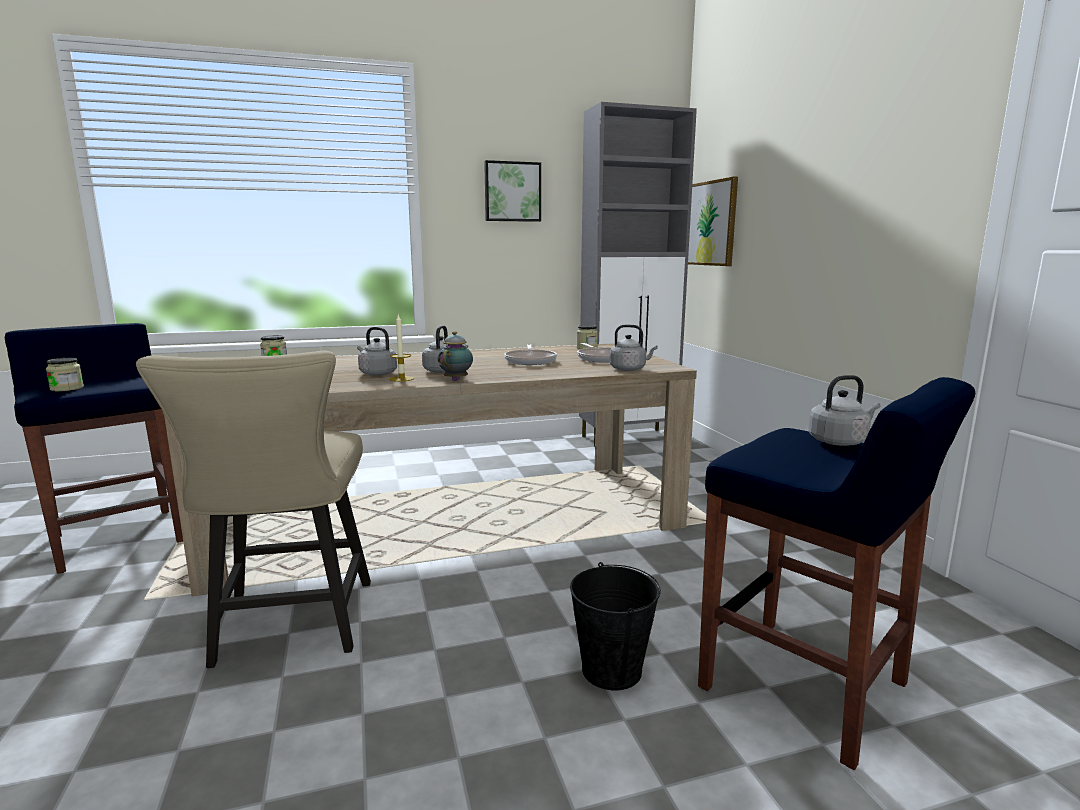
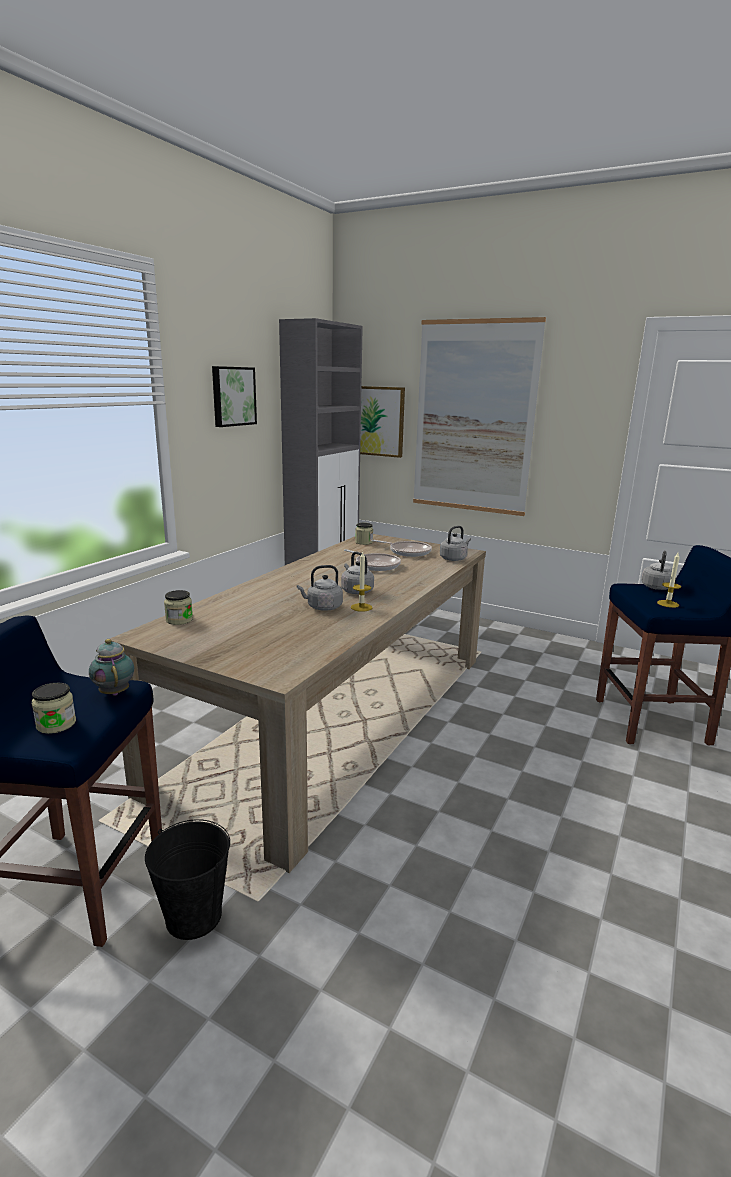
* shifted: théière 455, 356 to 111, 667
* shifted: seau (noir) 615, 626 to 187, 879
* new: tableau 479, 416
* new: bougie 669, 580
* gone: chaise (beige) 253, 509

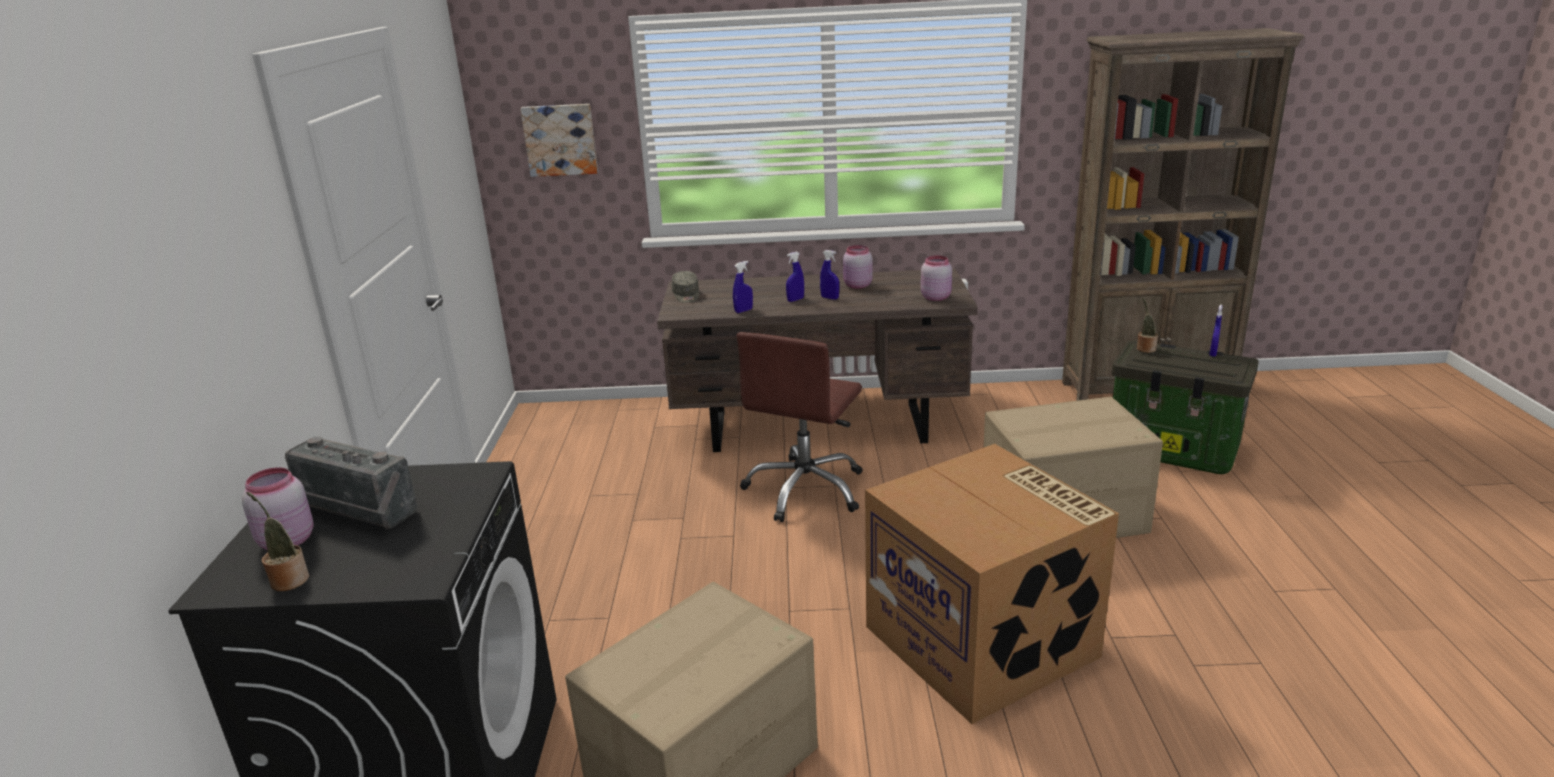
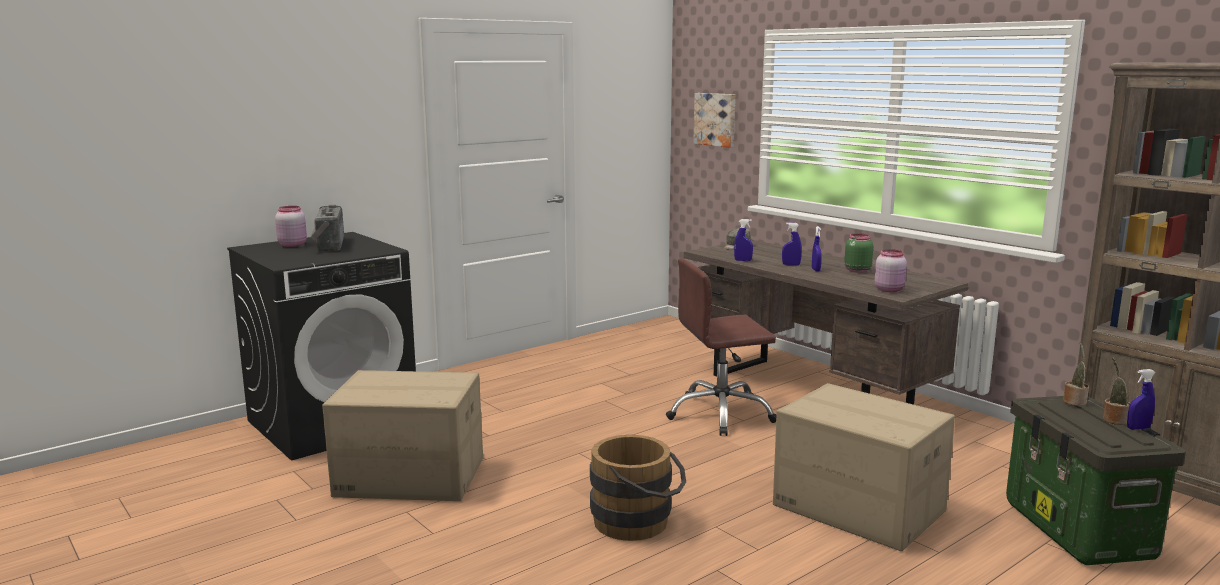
* swapped: carton 992, 584 to seau (marron) 638, 488
* repainted: bocal (rose) 858, 267 to bocal (vert) 858, 253
* shifted: plante en pot 277, 541 to 1116, 391

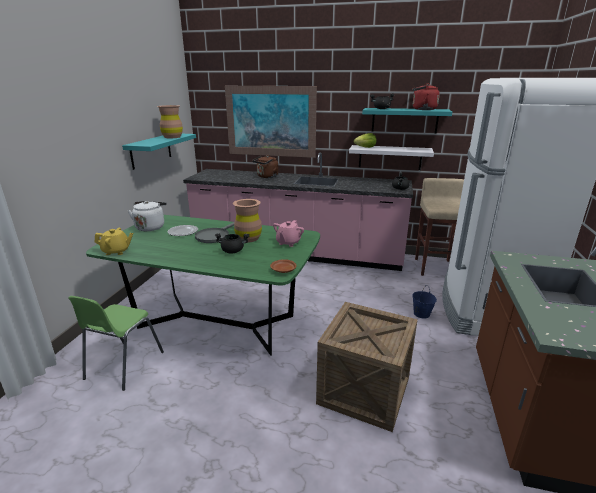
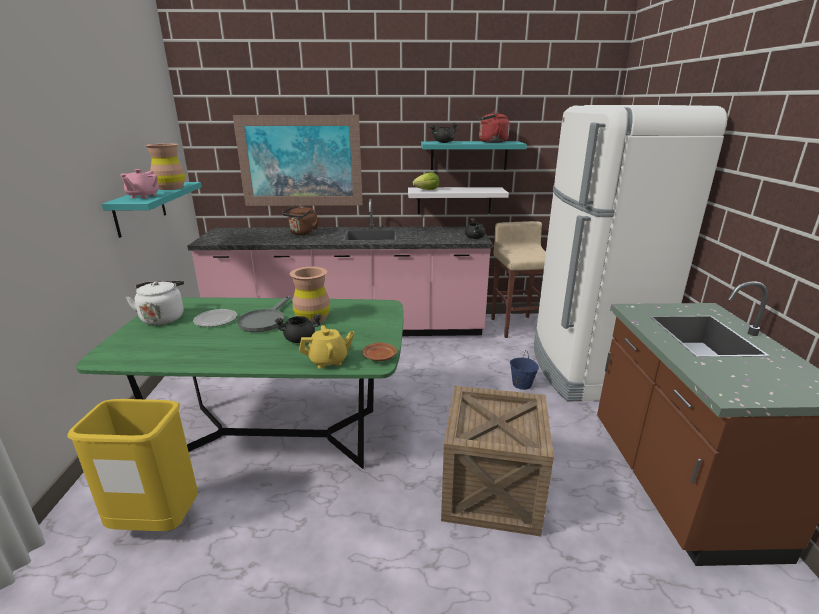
* swapped: chaise (vert) 116, 343 to poubelle (jaune) 132, 465
* shifted: théière (rose) 288, 233 to 139, 184
* shifted: théière (jaune) 114, 241 to 327, 347

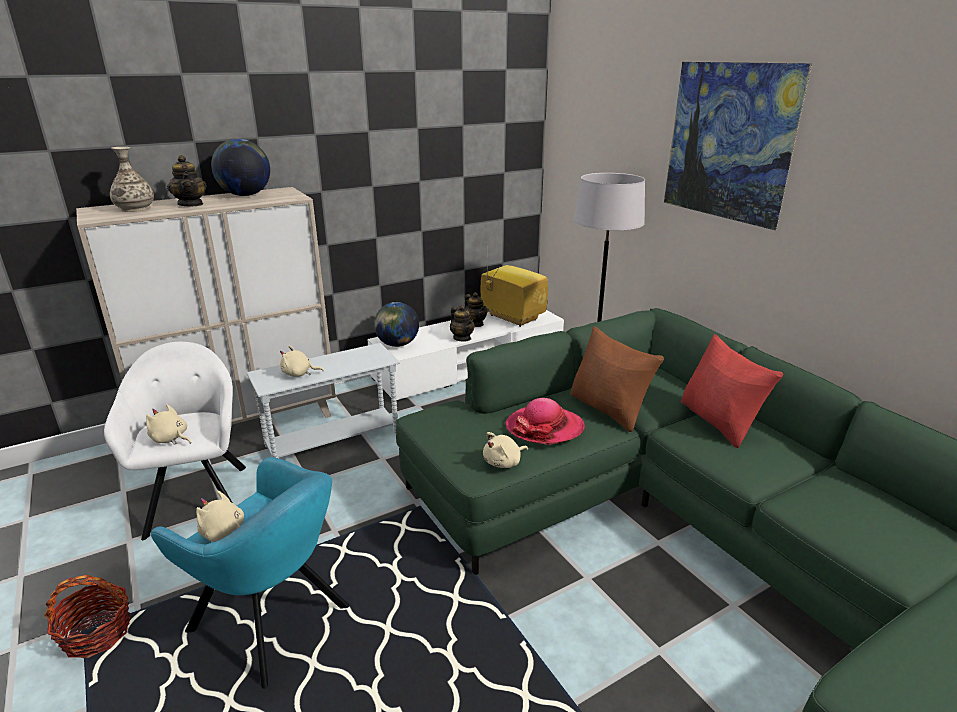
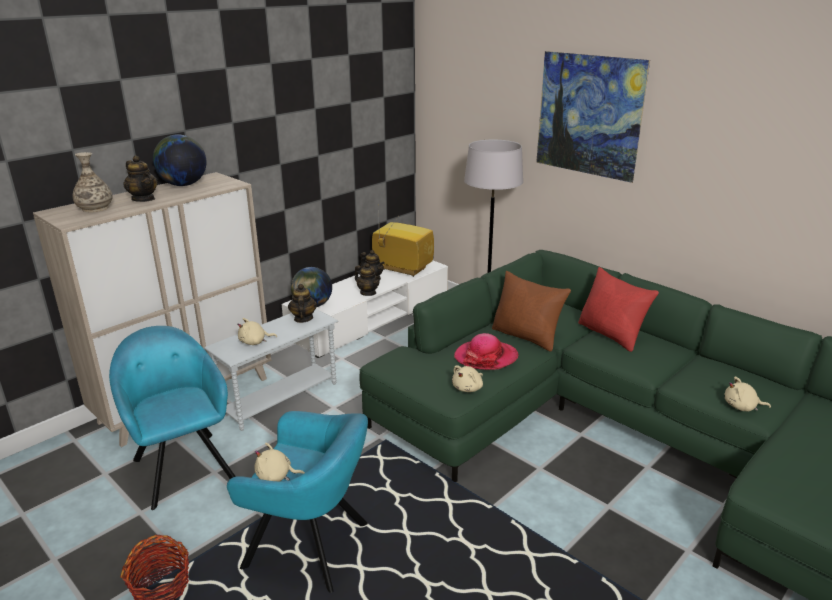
* repainted: fauteuil (blanc) 175, 441 to fauteuil (turquoise) 172, 418
* new: théière 302, 303
* shifted: peluche (beige) 168, 424 to 747, 393

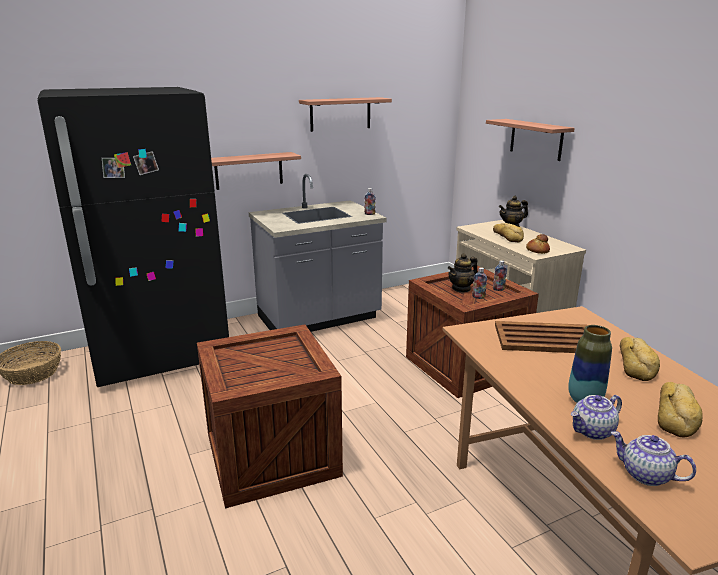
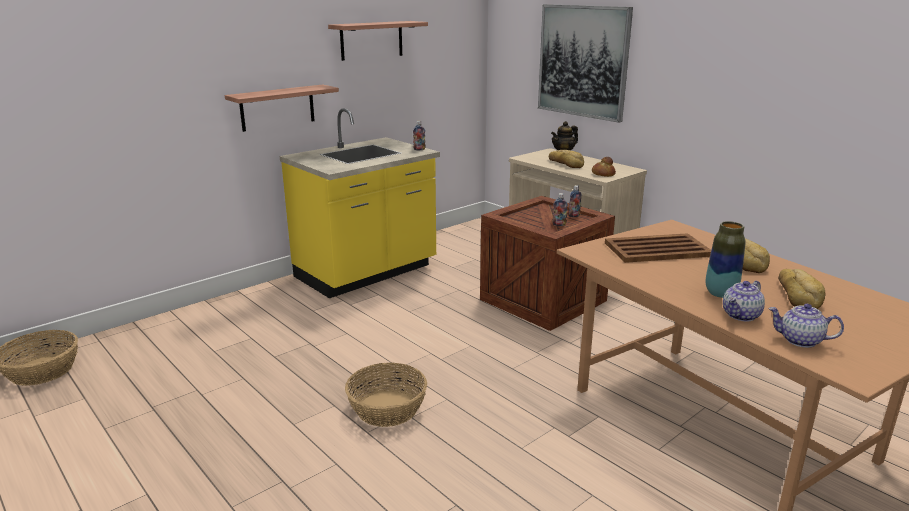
* repainted: comptoir de cuisine (gris) 318, 253 to comptoir de cuisine (jaune) 360, 203
* swapped: caisse 270, 416 to panier 386, 394
* swapped: étagère 530, 140 to tableau 585, 63
* gone: réfrigérateur (noir) 133, 237
* gone: théière 462, 273

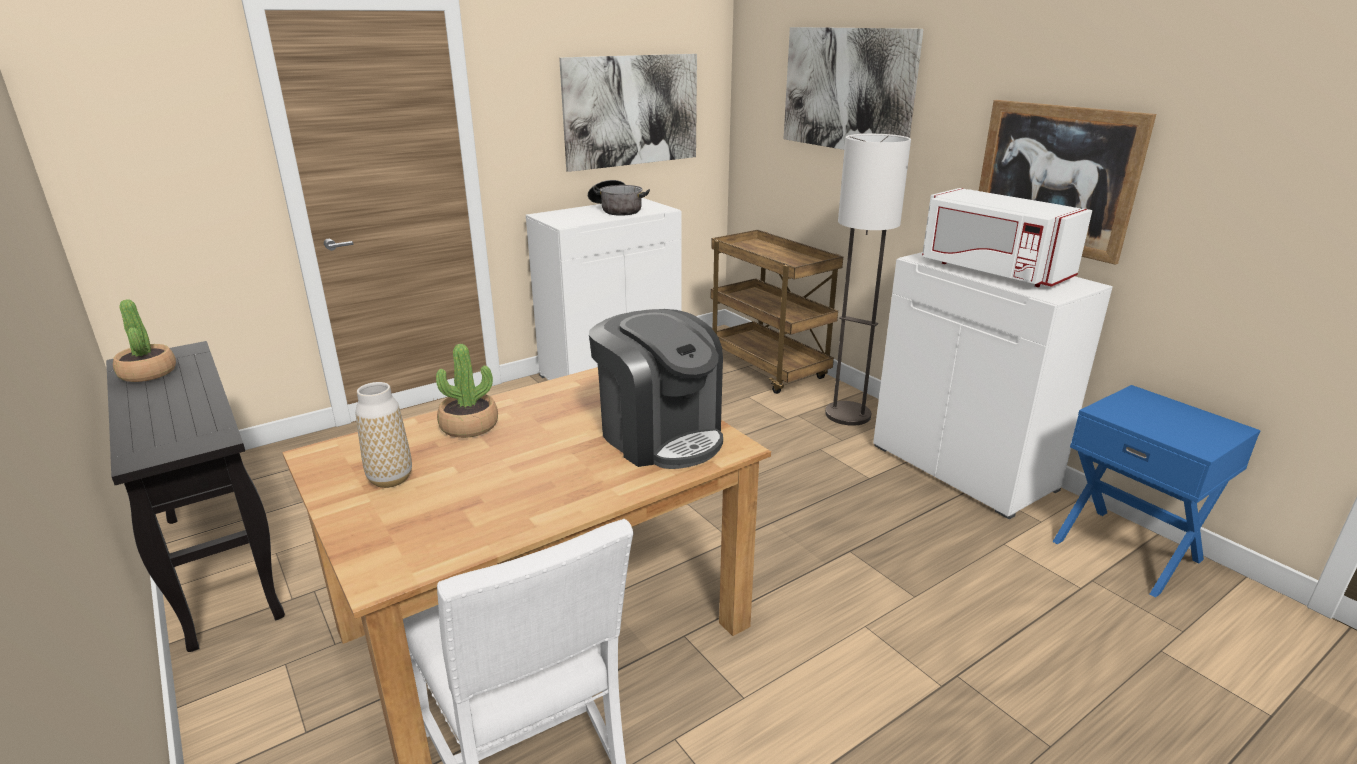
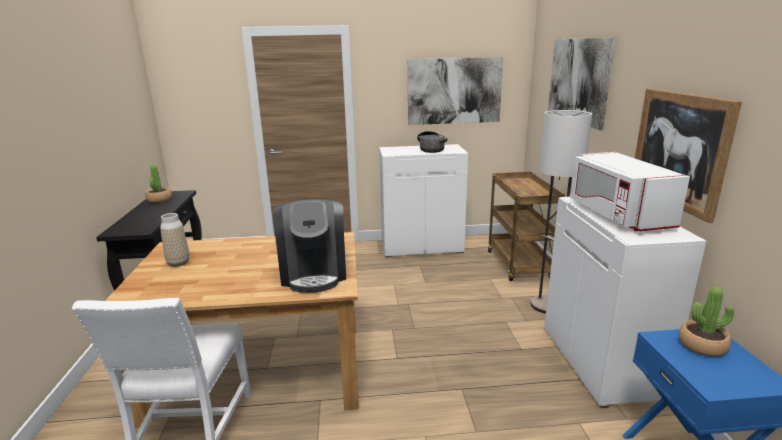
* shifted: plante en pot 467, 391 to 706, 322

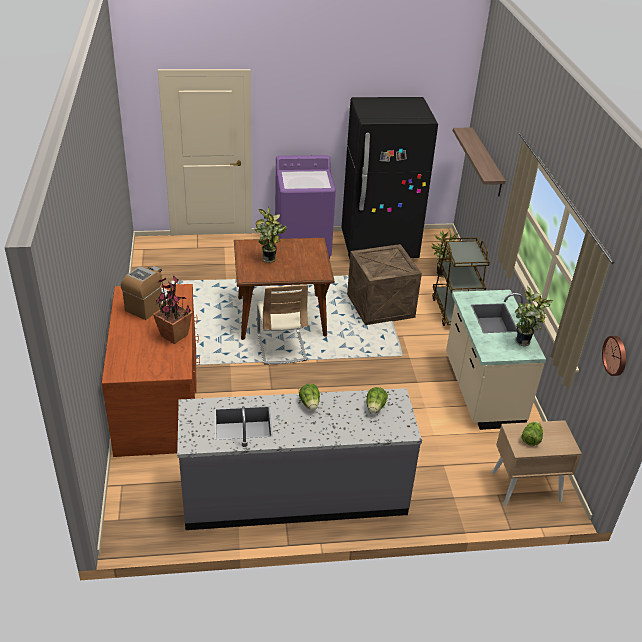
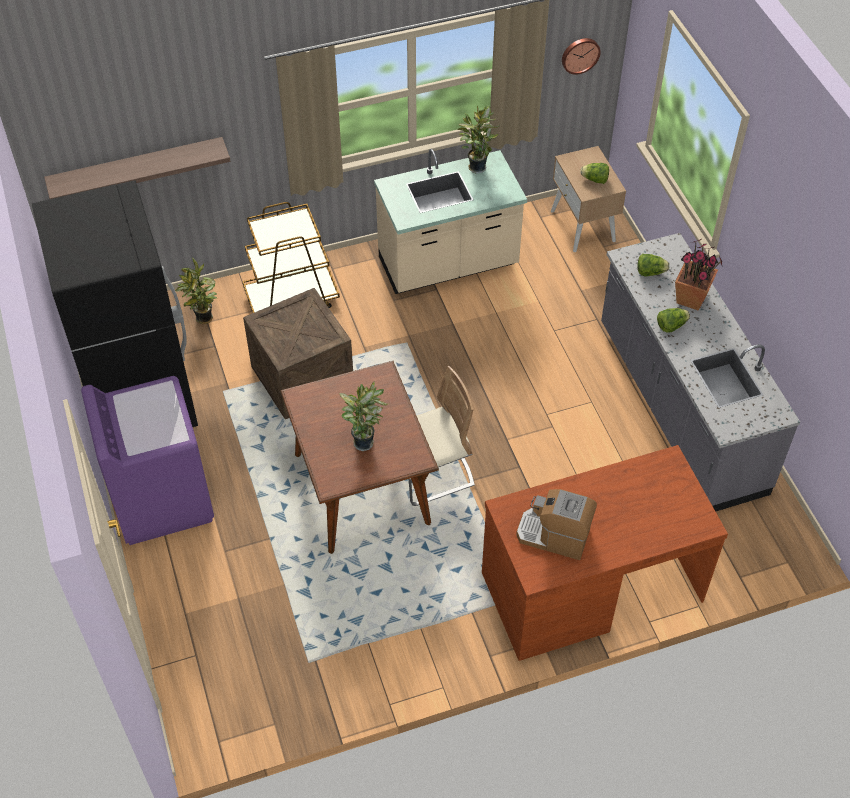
* shifted: plante en pot 173, 310 to 698, 275

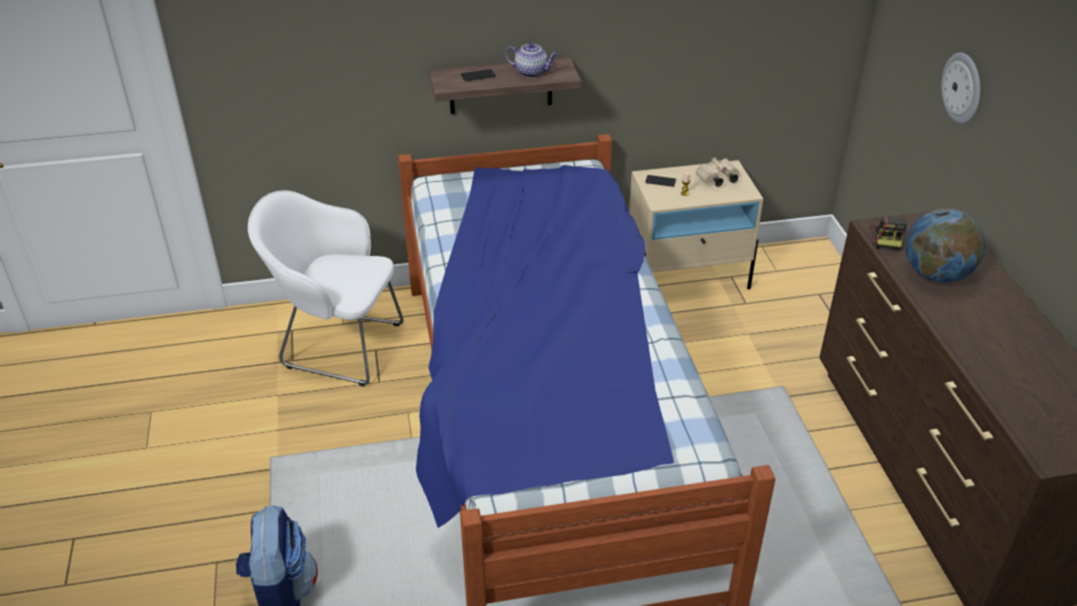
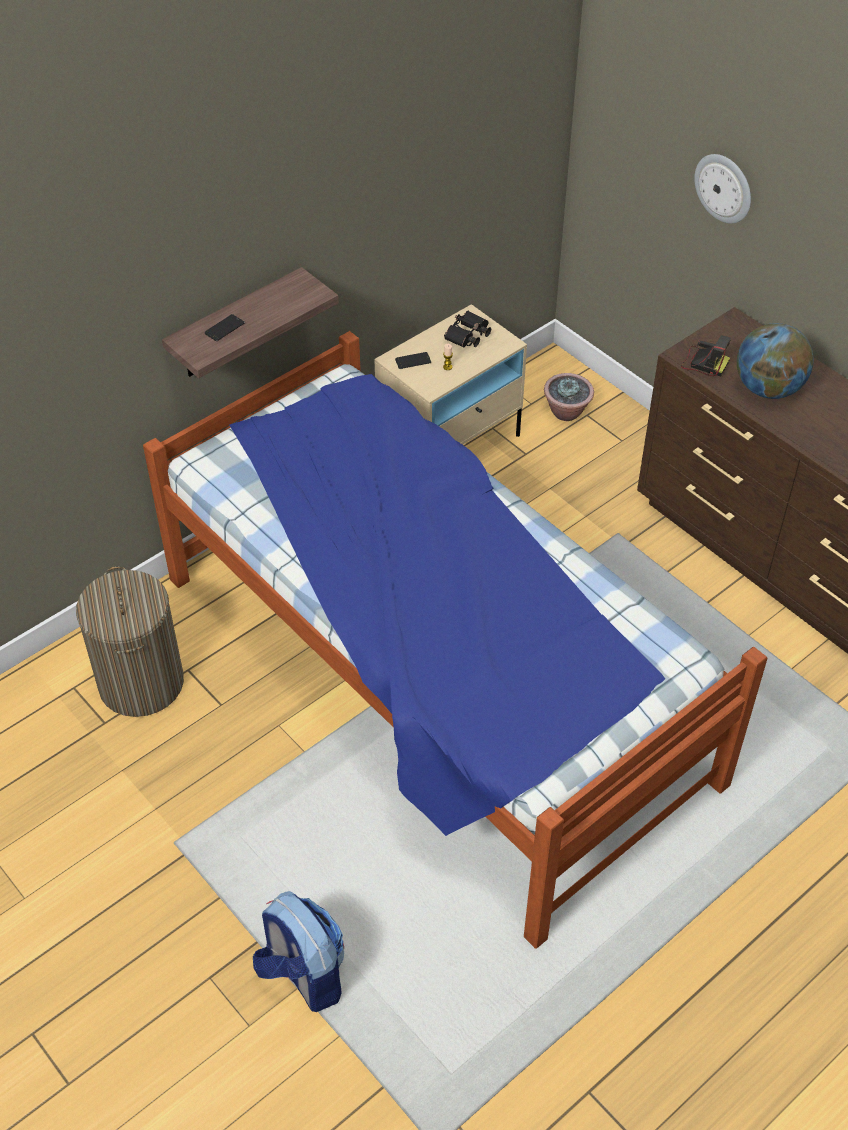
* swapped: fauteuil (blanc) 326, 288 to panier à linge 130, 641
* repainted: jumelles (beige) 718, 172 to jumelles (noir) 467, 329
* new: plante en pot 569, 397
* rotated: appareil photo 888, 233 = 706, 355 45 degrees counterclockwise
* gone: théière 531, 60

